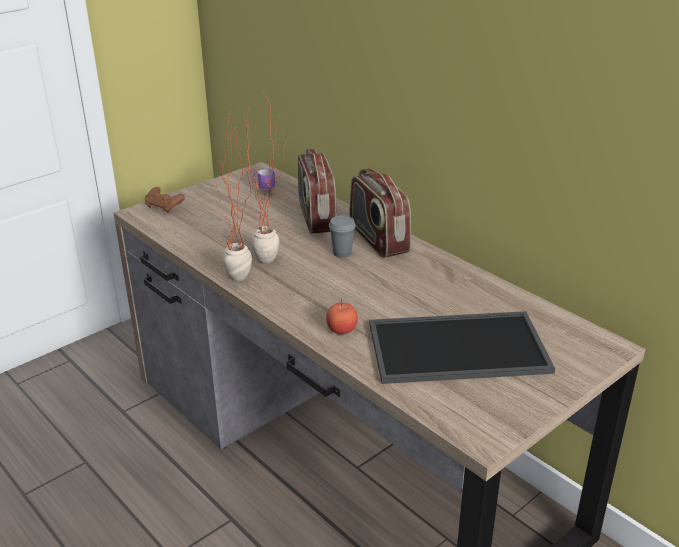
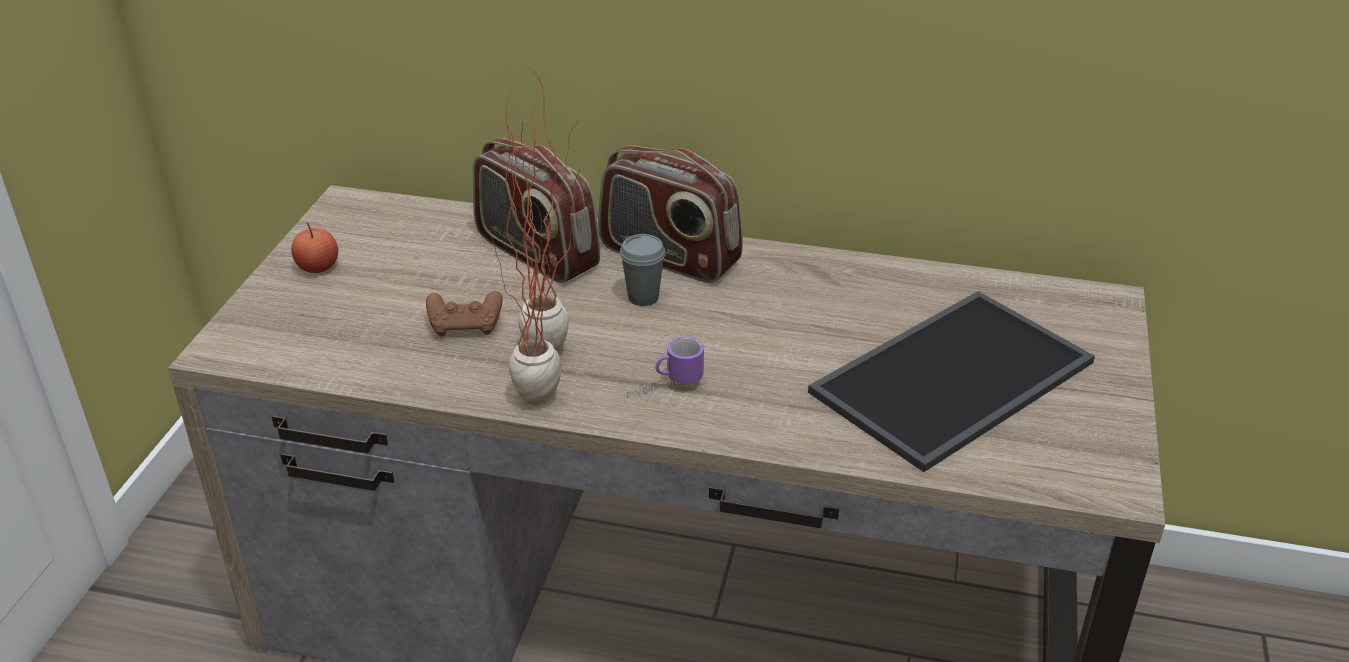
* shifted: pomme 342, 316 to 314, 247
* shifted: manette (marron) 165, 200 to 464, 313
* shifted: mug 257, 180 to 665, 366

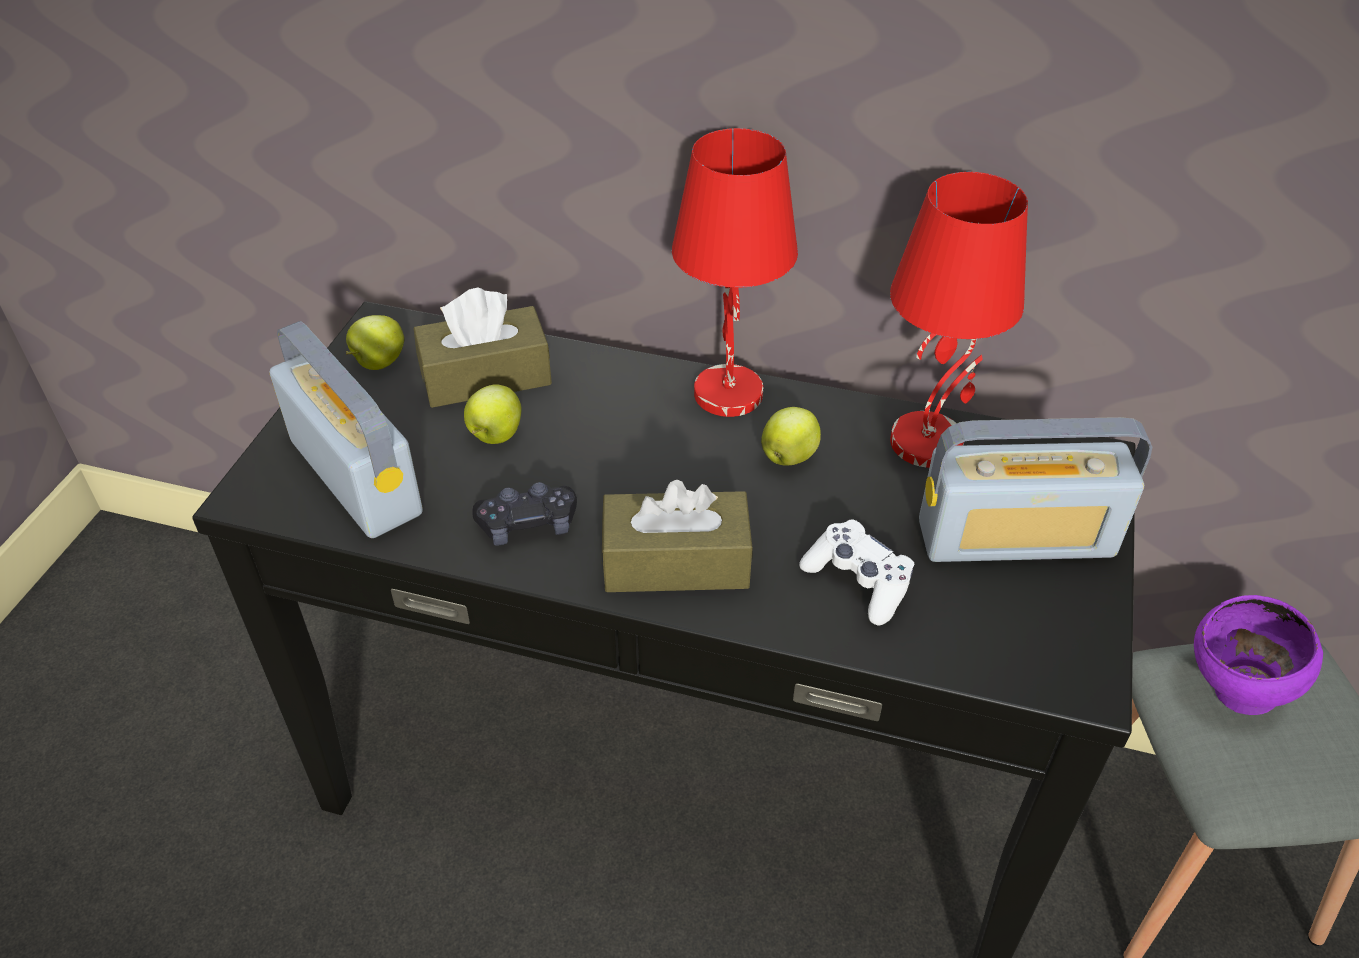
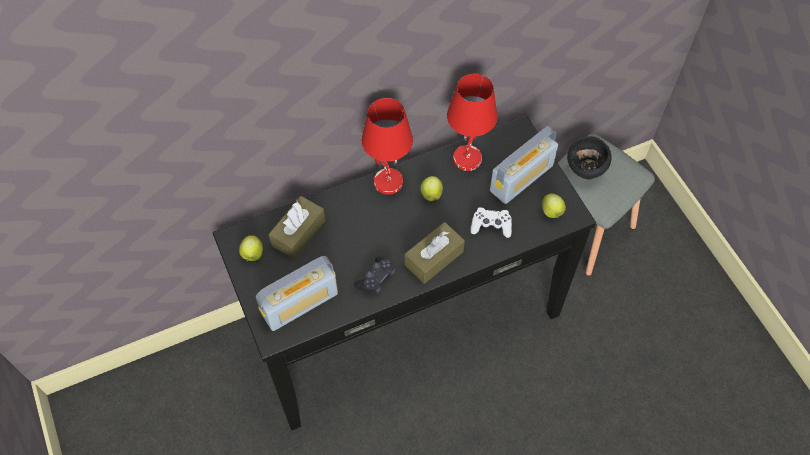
* rotated: radio 346, 429 = 297, 293 135 degrees clockwise
* shifted: pomme 493, 414 to 554, 205
* repainted: bol (violet) 1258, 655 to bol (noir) 589, 157

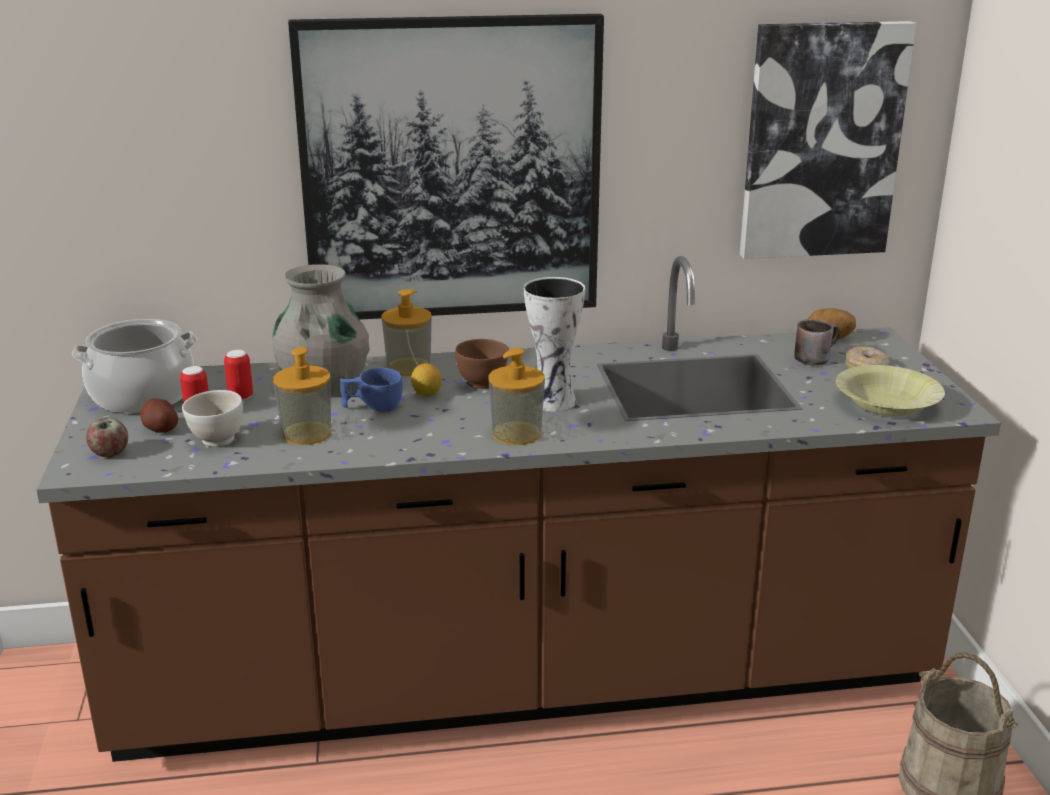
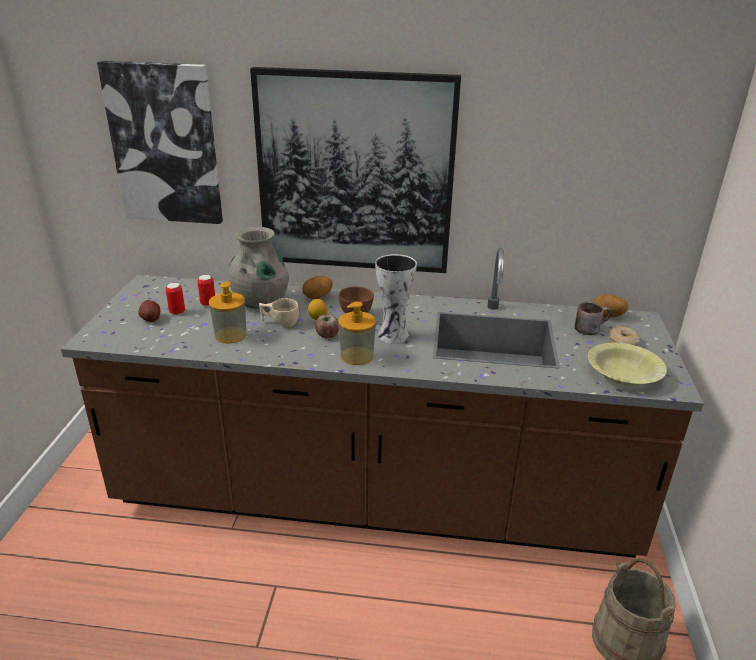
* shifted: tableau 828, 140 to 160, 142
* repainted: tasse (bleu) 371, 390 to tasse (beige) 279, 312
* swapped: distributeur de savon 406, 332 to pomme de terre 317, 287
* shifted: pomme 107, 437 to 327, 326
* gone: marmite 134, 366
* gone: bol (blanc) 212, 418

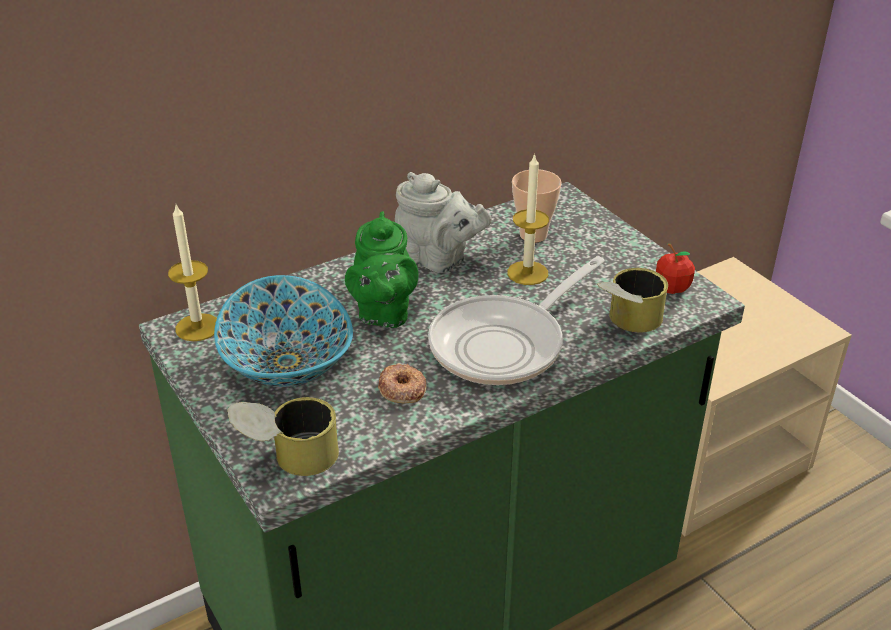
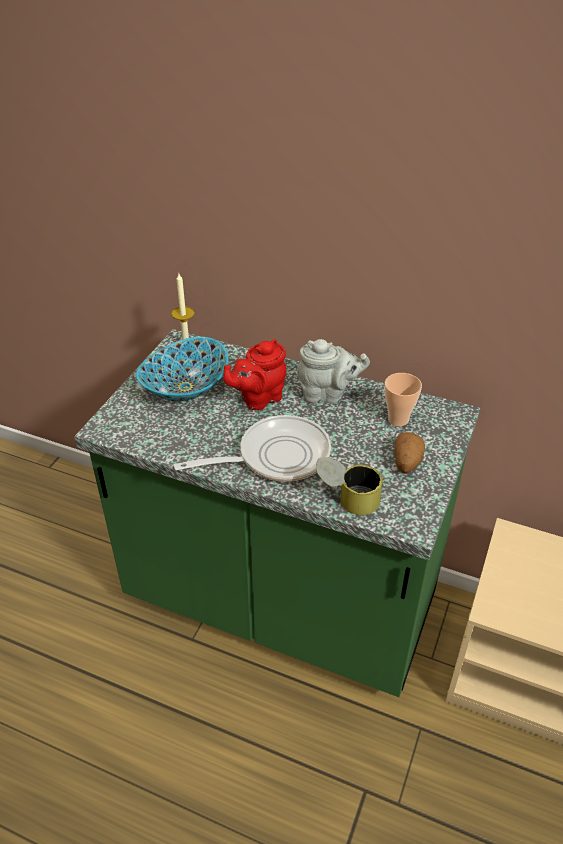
* rotated: poêle 516, 320 = 252, 448 150 degrees clockwise
* repainted: théière (vert) 381, 269 to théière (rouge) 254, 374
* rotated: théière (gris) 443, 222 = 333, 371 75 degrees counterclockwise
* new: pomme de terre 409, 452
* gone: boîte métallique 283, 436
* gone: beignet 402, 383
* gone: bougie 528, 219
* gone: pomme 675, 268

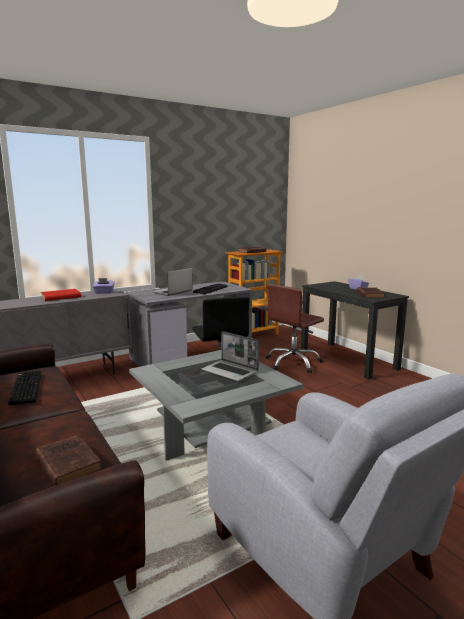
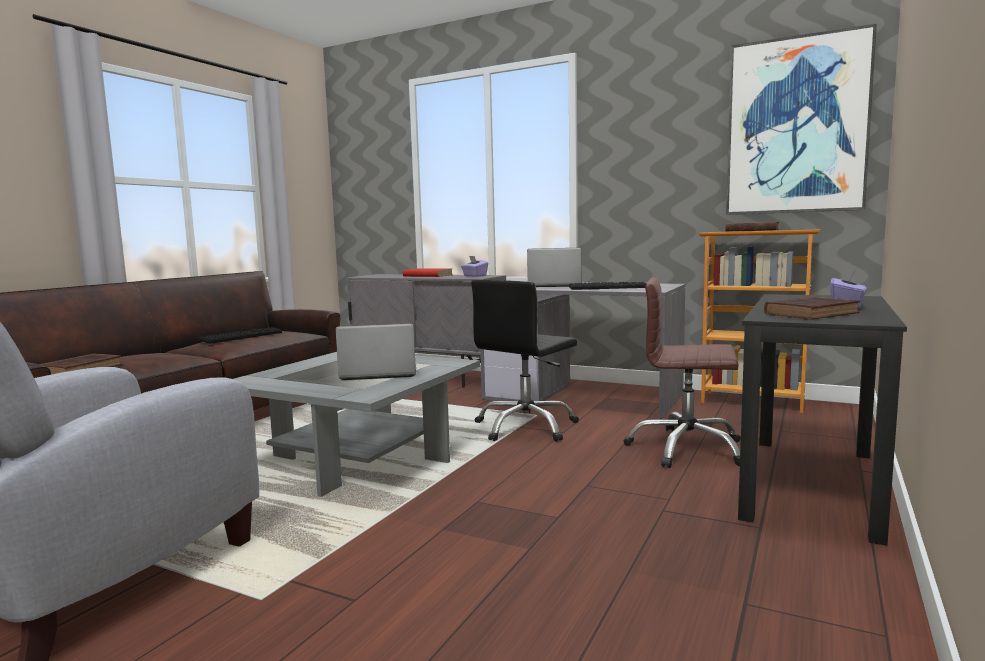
* rotated: ordinateur portable 230, 356 = 375, 351 75 degrees clockwise
* new: tableau 801, 119

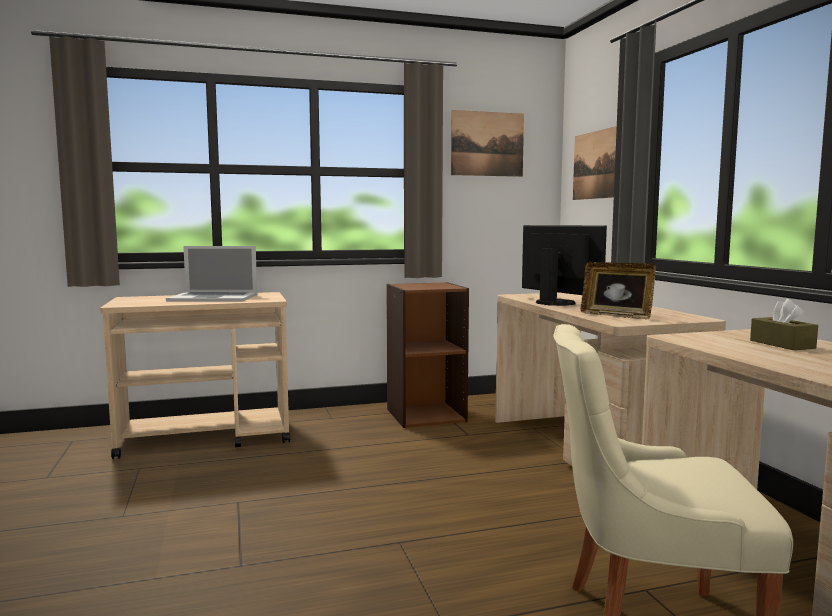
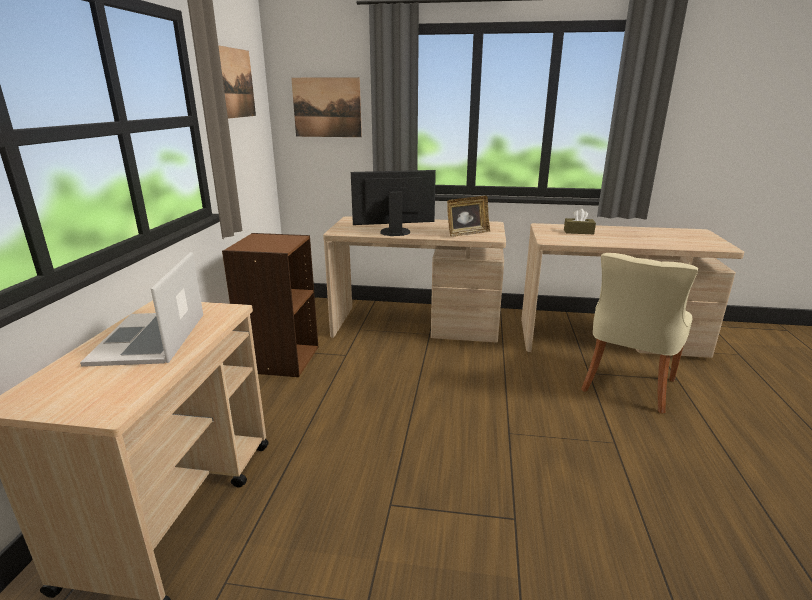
* rotated: ordinateur portable 211, 274 = 141, 309 150 degrees clockwise

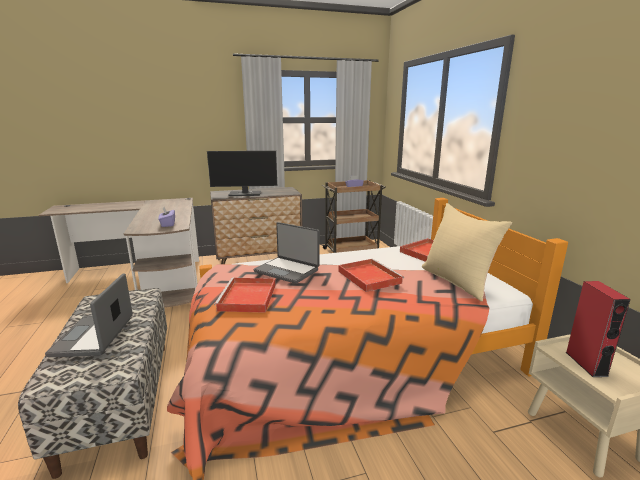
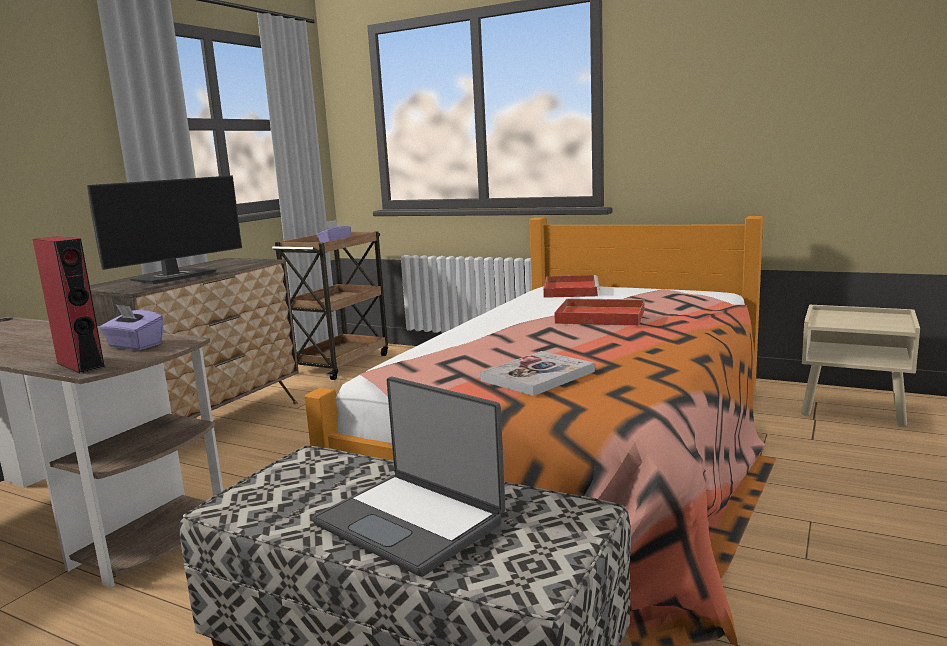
* shifted: enceinte (rouge) 598, 329 to 69, 305
* swapped: plateau (rouge) 245, 295 to livre 537, 373
* gone: ordinateur portable 286, 253
* gone: coussin (beige) 467, 252

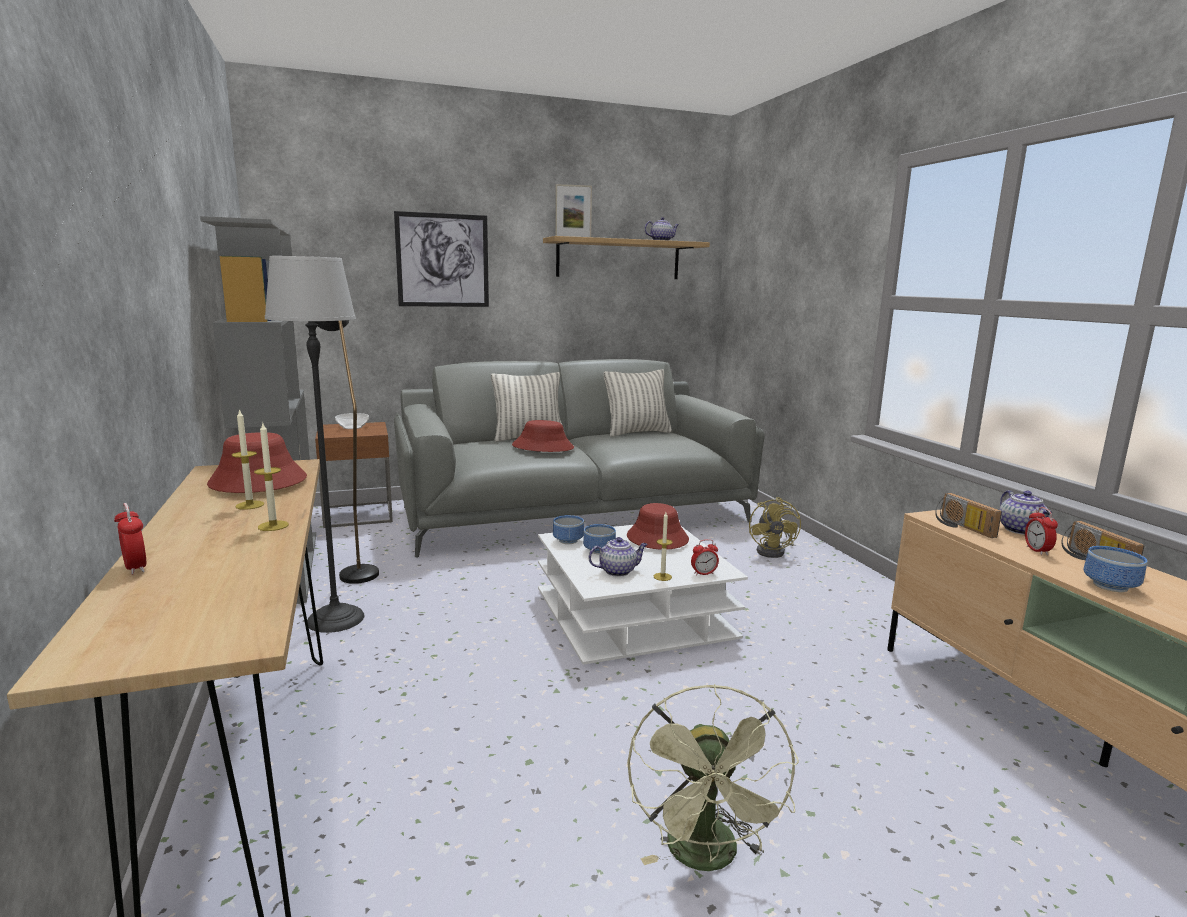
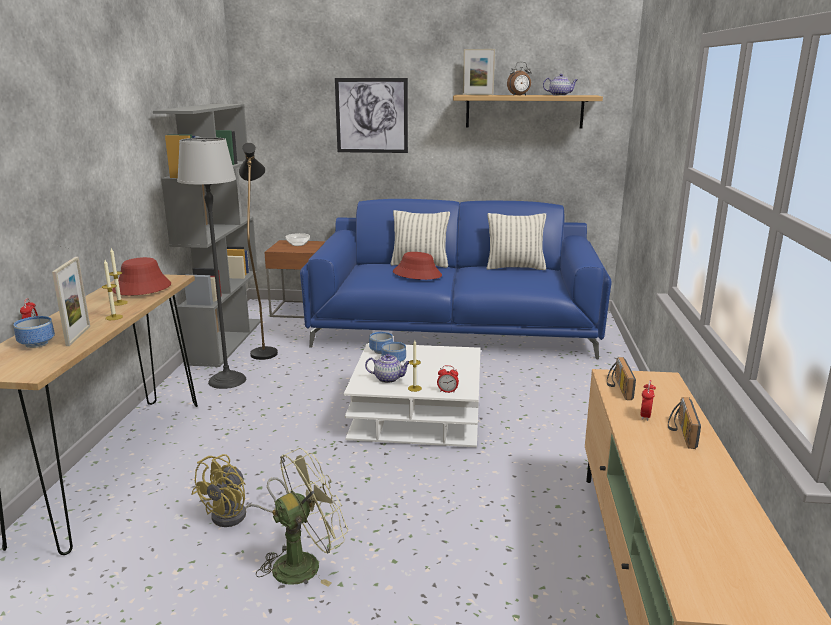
* shifted: bol 1116, 569 to 34, 332
* new: cadre photo 71, 301
* shifted: ventilateur (jaune) 775, 527 to 239, 490
* rotated: ventilateur (vert) 713, 777 = 302, 517 150 degrees counterclockwise
* repainted: canapé (gris) 579, 458 to canapé (bleu) 456, 279
* new: réveil 519, 79
* gone: chapeau (rouge) 658, 526
* gone: théière 1026, 512

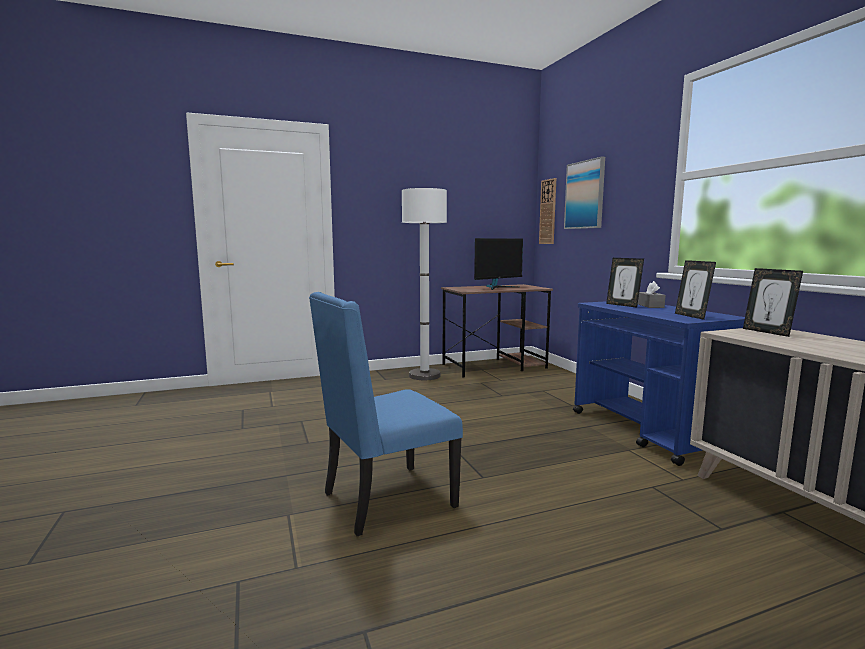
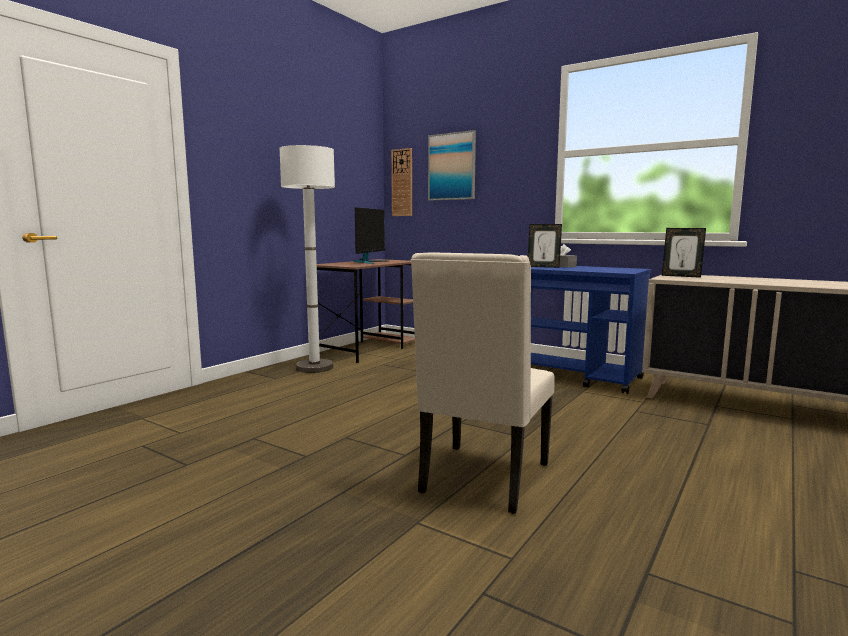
* repainted: chaise (bleu) 386, 414 to chaise (beige) 483, 383
* gone: cadre photo 695, 290

